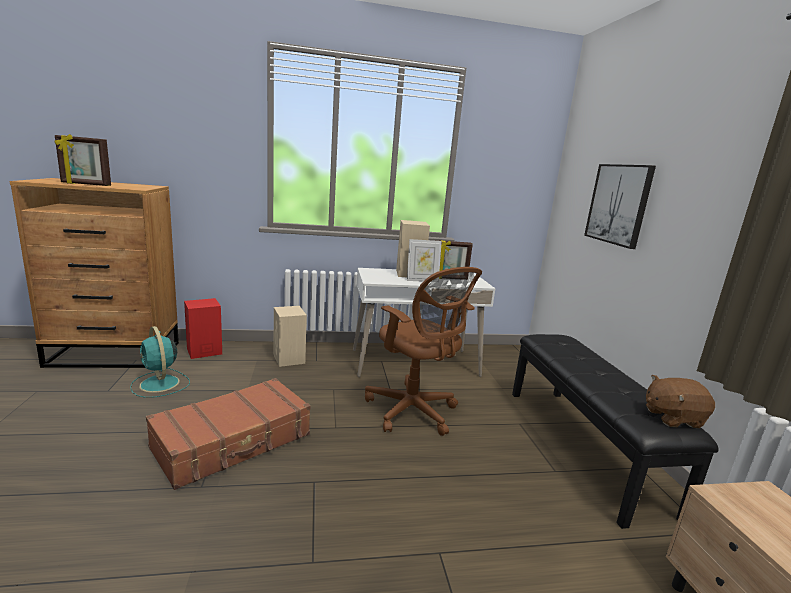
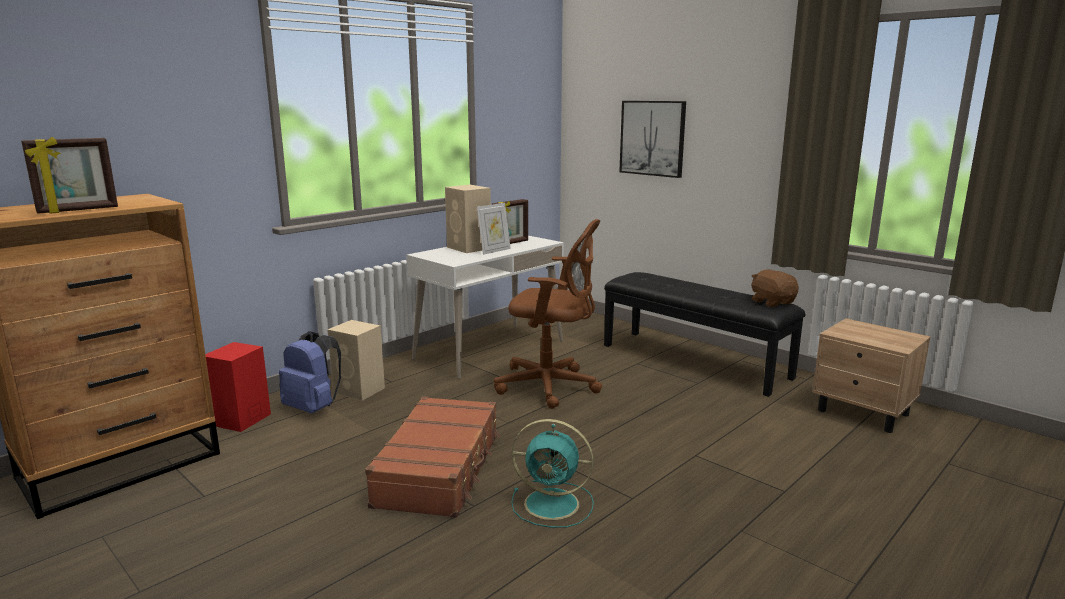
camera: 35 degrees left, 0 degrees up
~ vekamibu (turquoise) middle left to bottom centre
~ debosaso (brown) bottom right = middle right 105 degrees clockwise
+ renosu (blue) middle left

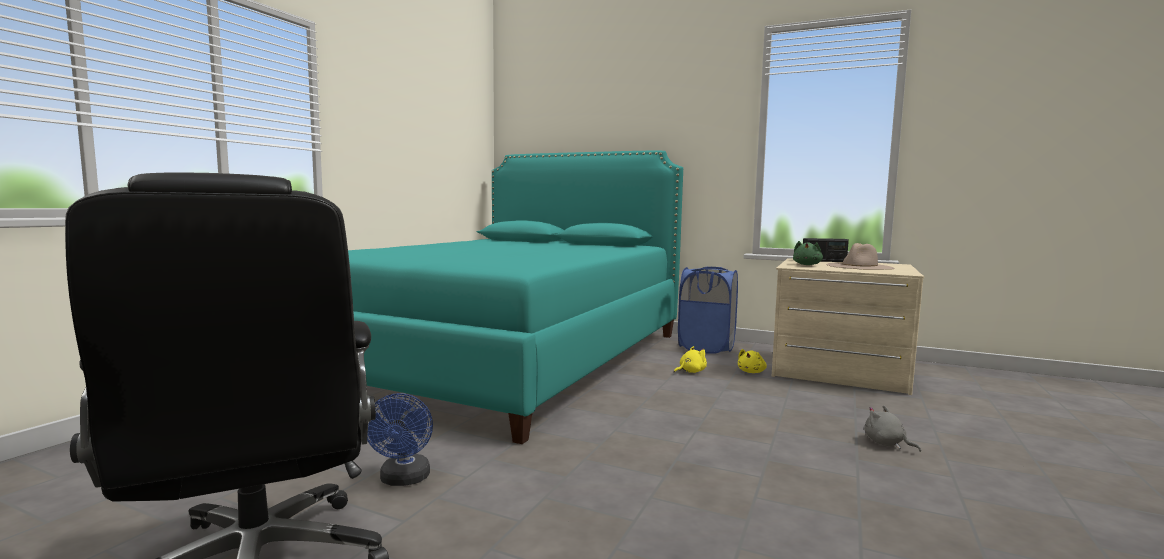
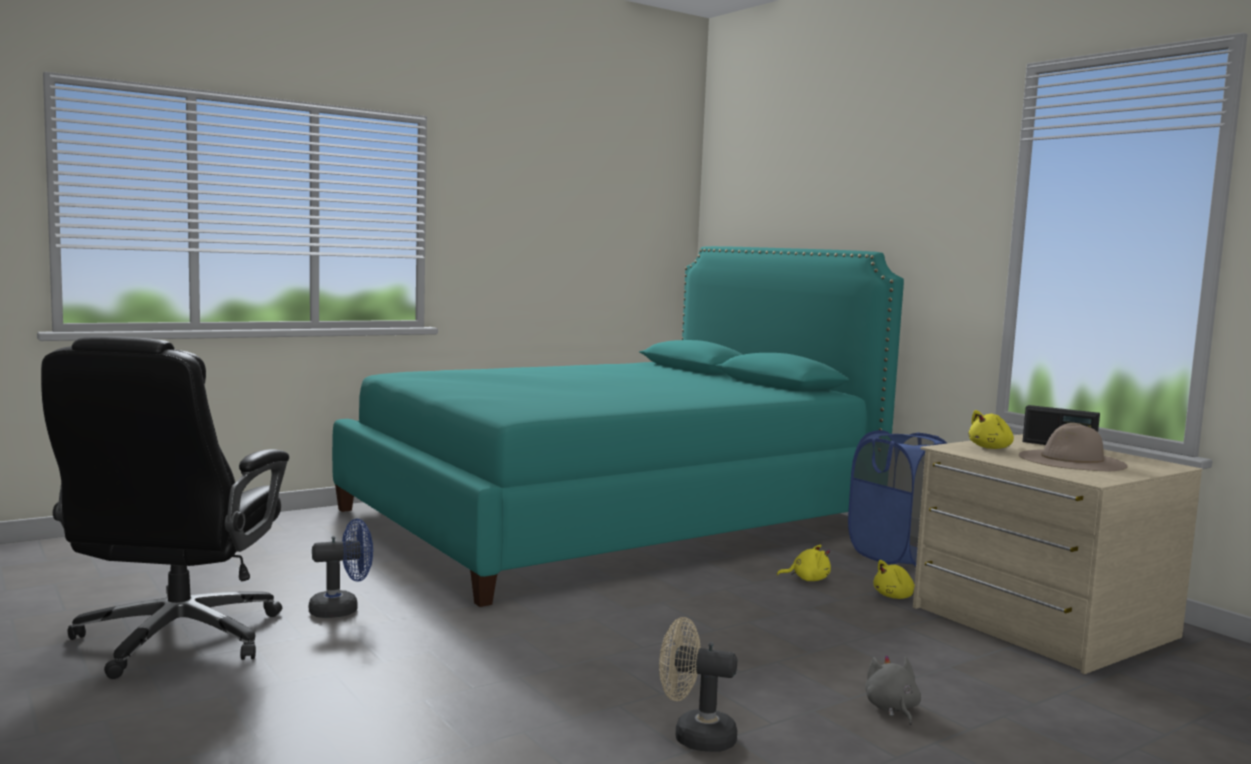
camera: 30 degrees right, 0 degrees up
~ debosaso (green) middle right to debosaso (yellow) (no. 3 from left) middle right
~ vekamibu (blue) bottom centre = bottom left 135 degrees counterclockwise
+ vekamibu (beige) bottom centre

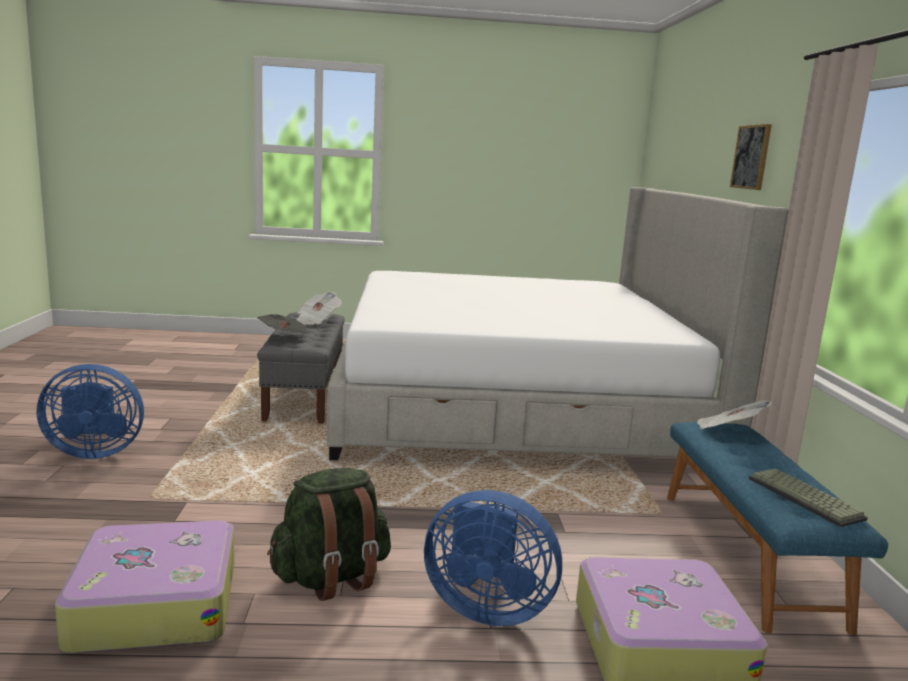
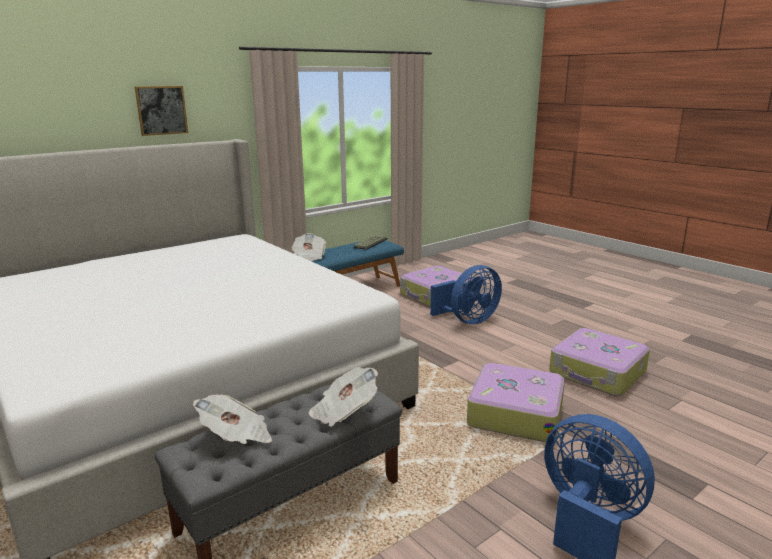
camera: 125 degrees left, 5 degrees up
- renosu (green) bottom centre
~ vekamibu (blue) (no. 2 from left in the first image) bottom centre = centre 75 degrees clockwise
+ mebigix (no. 2 from left) bottom right

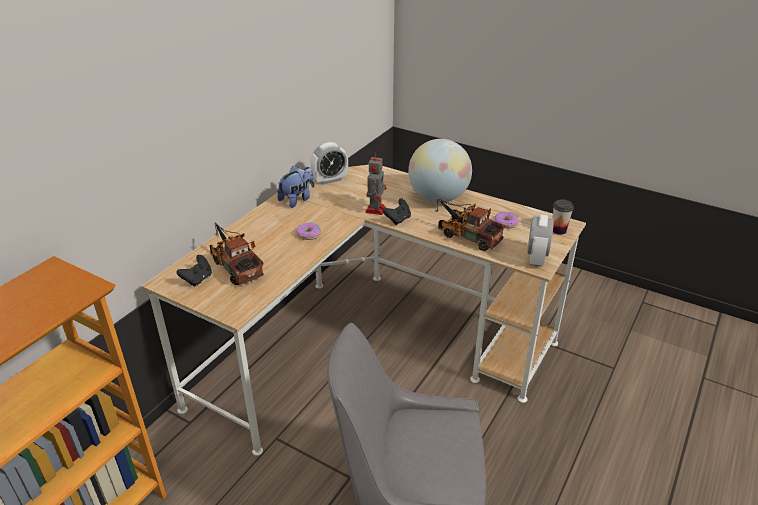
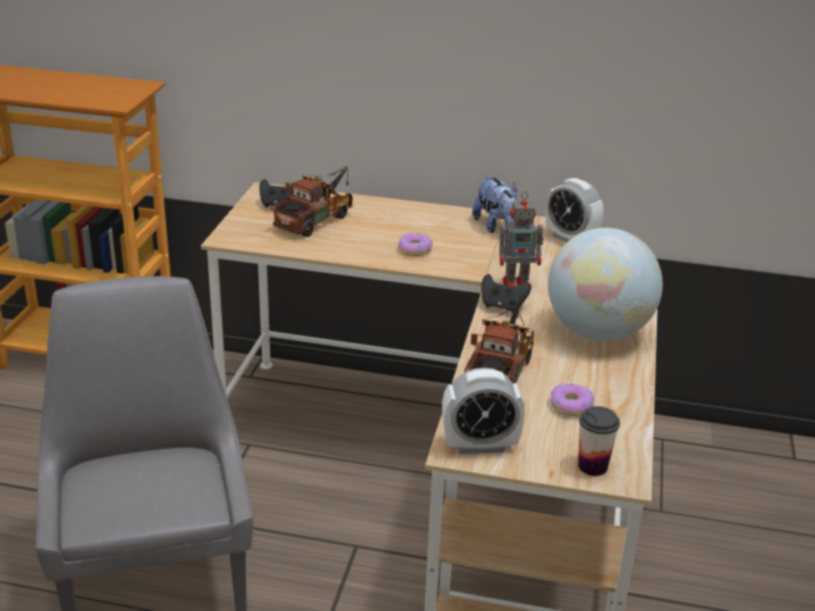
camera: 70 degrees right, 5 degrees down
~ debosaso centre = centre 45 degrees clockwise

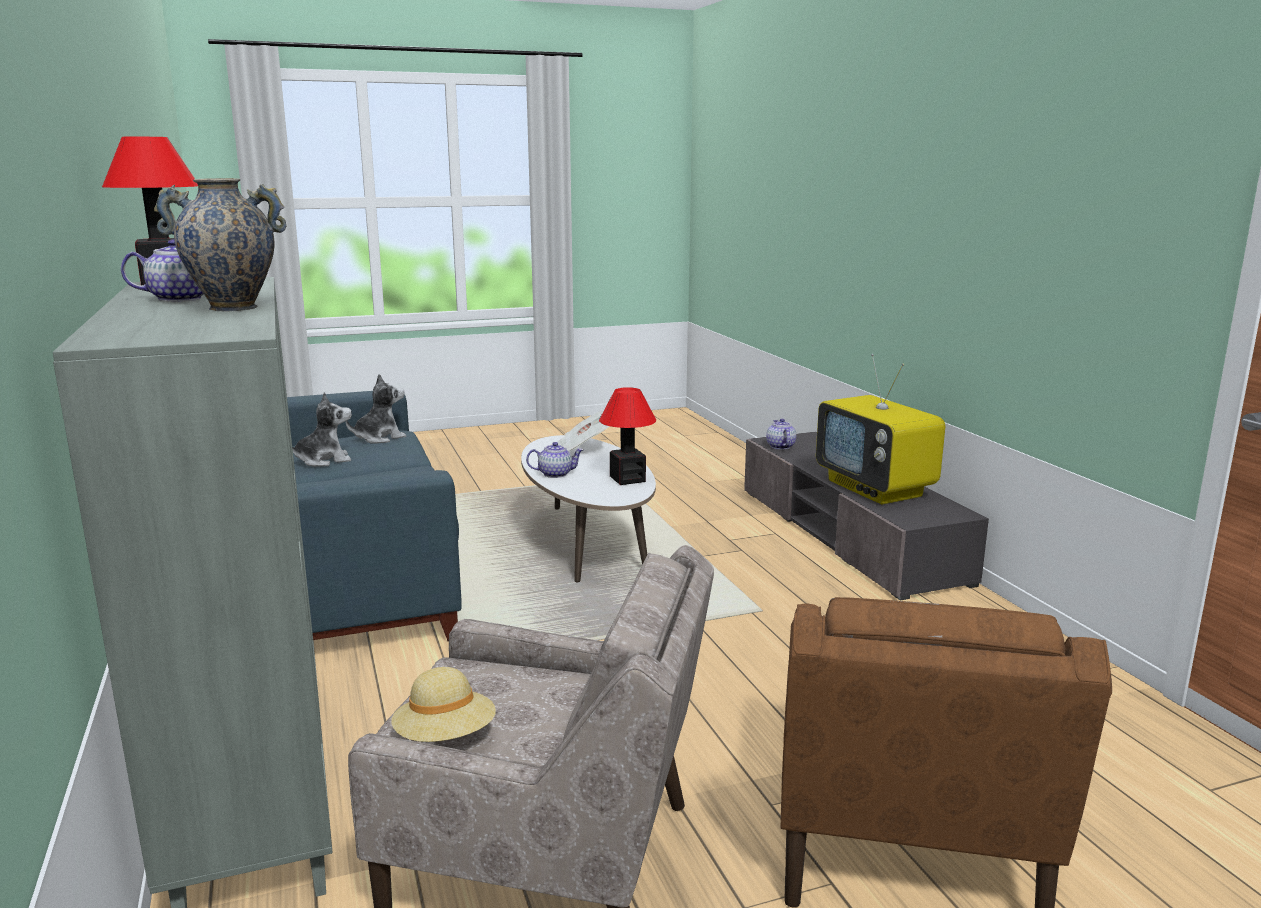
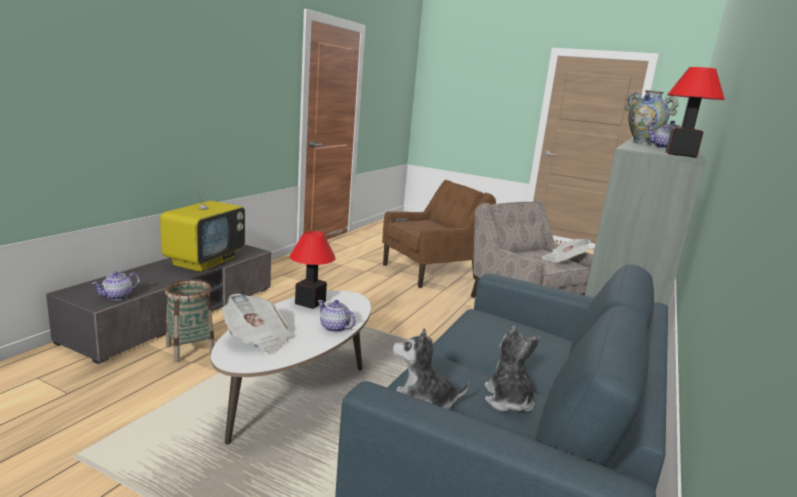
camera: 135 degrees left, 0 degrees up
~ debosaso (no. 1 from left in the first image) middle left = bottom centre 60 degrees clockwise
~ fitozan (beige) bottom centre to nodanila (no. 2 from left) middle right
+ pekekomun middle left

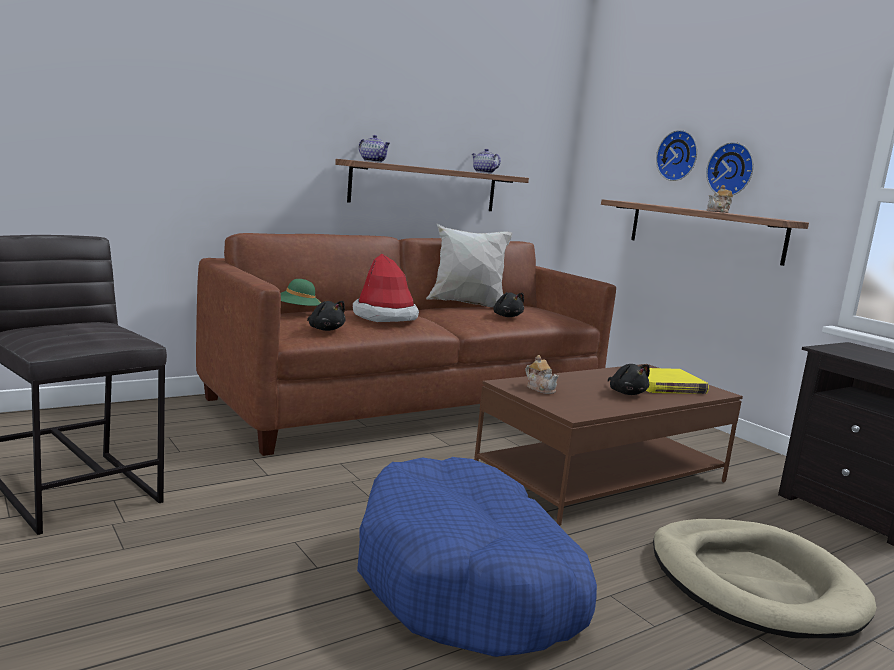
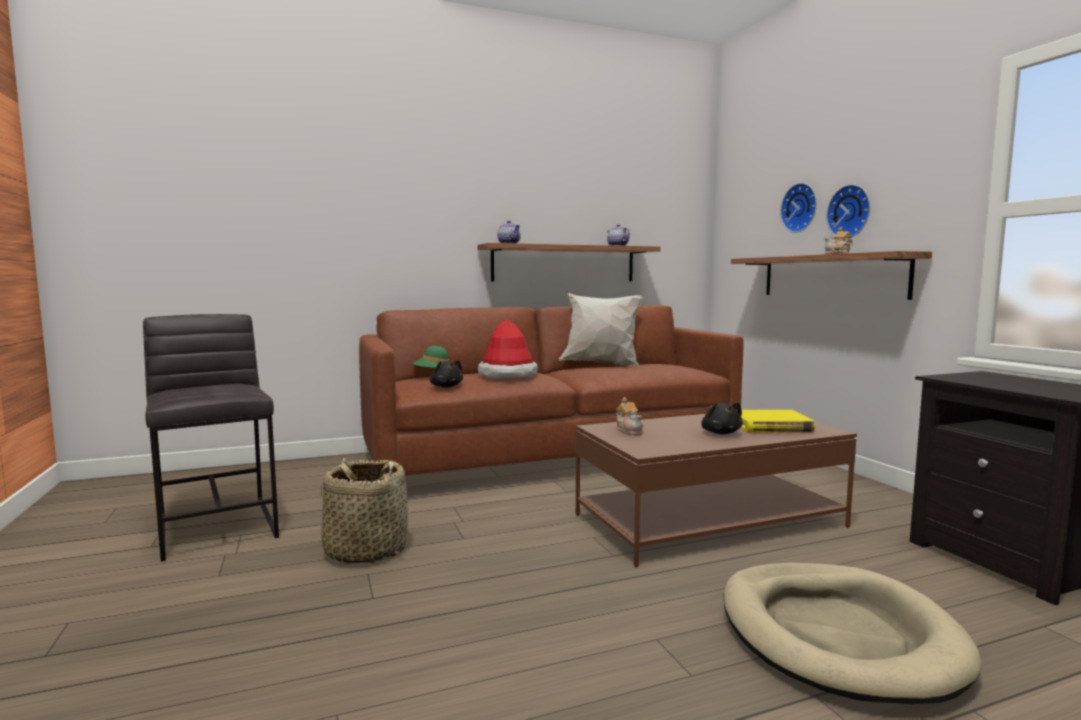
camera: 15 degrees right, 5 degrees down
- debosaso (black) (no. 2 from left) centre
- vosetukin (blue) bottom centre
+ pekekomun bottom centre

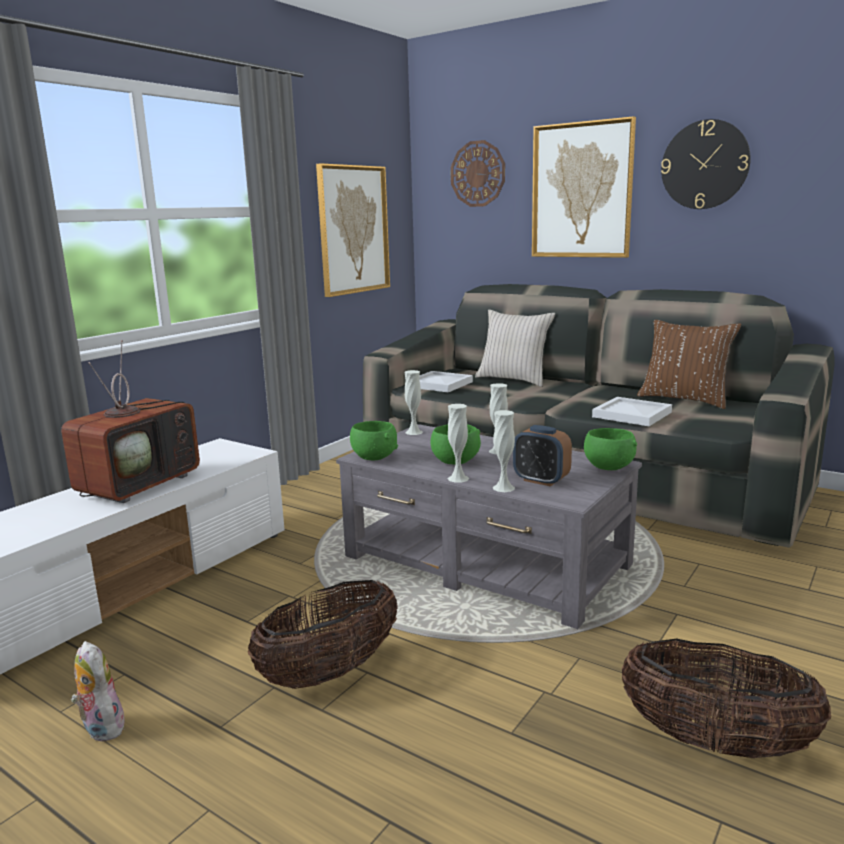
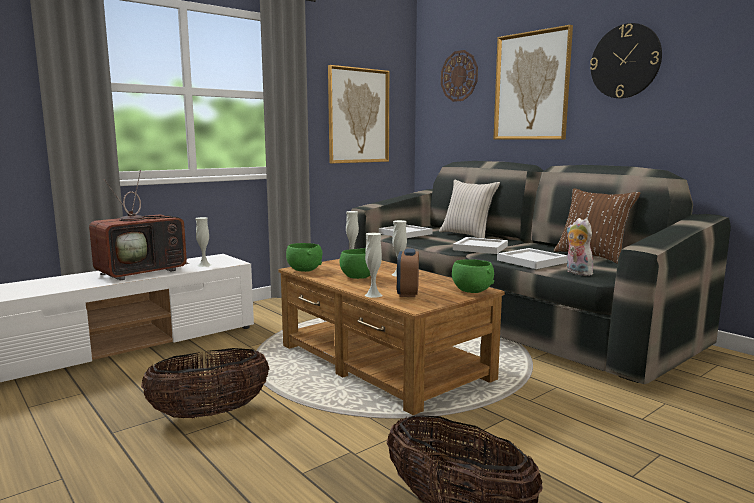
camera: 15 degrees right, 5 degrees down
~ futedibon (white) (no. 2 from left in the first image) centre to futedibon (white) (no. 1 from left) middle left
~ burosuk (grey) centre to burosuk (brown) bottom centre
~ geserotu centre = centre 45 degrees clockwise
~ debosaso bottom left to middle right
+ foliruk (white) (no. 2 from left) centre

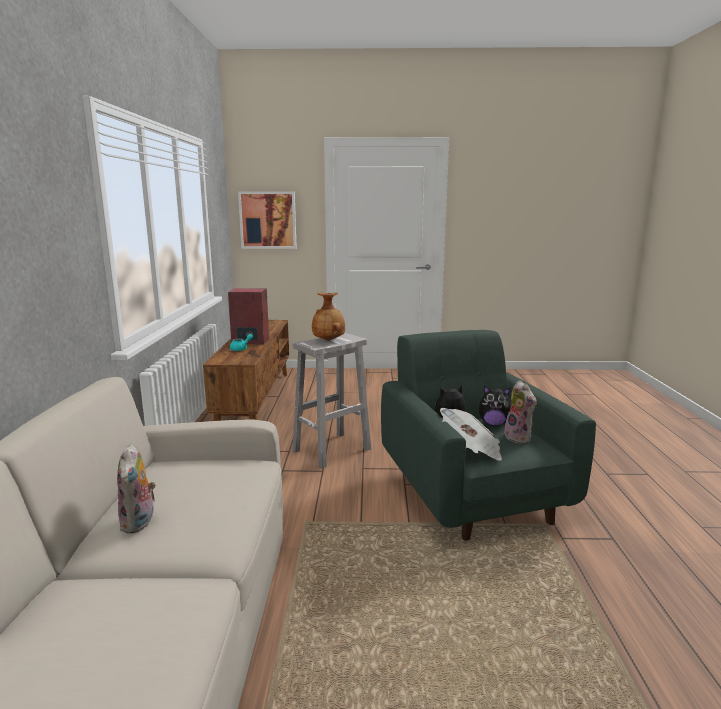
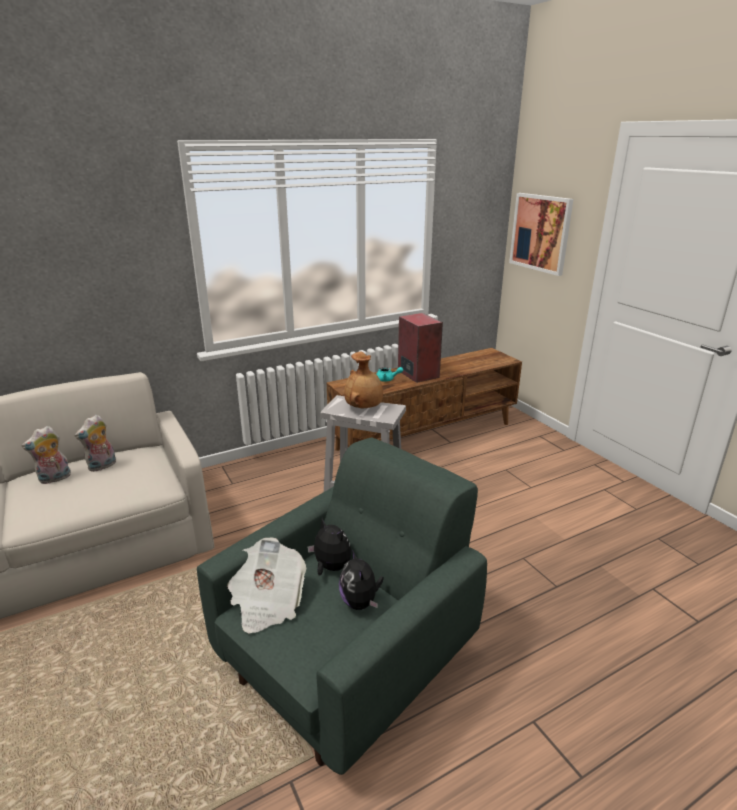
camera: 60 degrees right, 10 degrees up
~ debosaso (no. 4 from left in the first image) middle right to debosaso (no. 2 from left) middle left

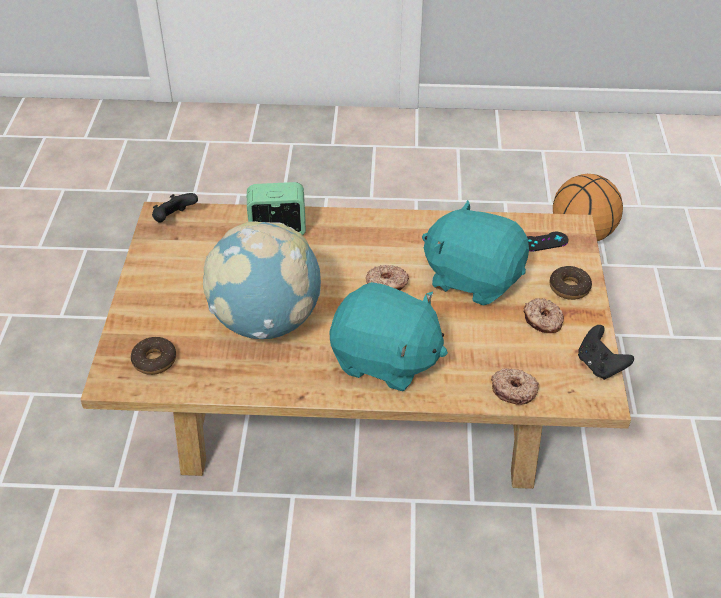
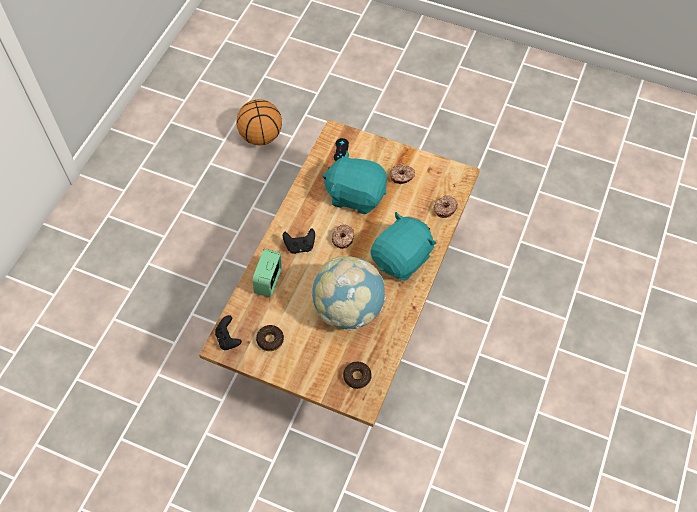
camera: 70 degrees left, 15 degrees up
~ debosaso (turquoise) (no. 2 from left in the first image) centre = centre 60 degrees clockwise
~ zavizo (no. 5 from left in the first image) middle right to zavizo (no. 1 from left) centre
~ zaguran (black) (no. 3 from left in the first image) middle right to zaguran (black) (no. 2 from left) centre

